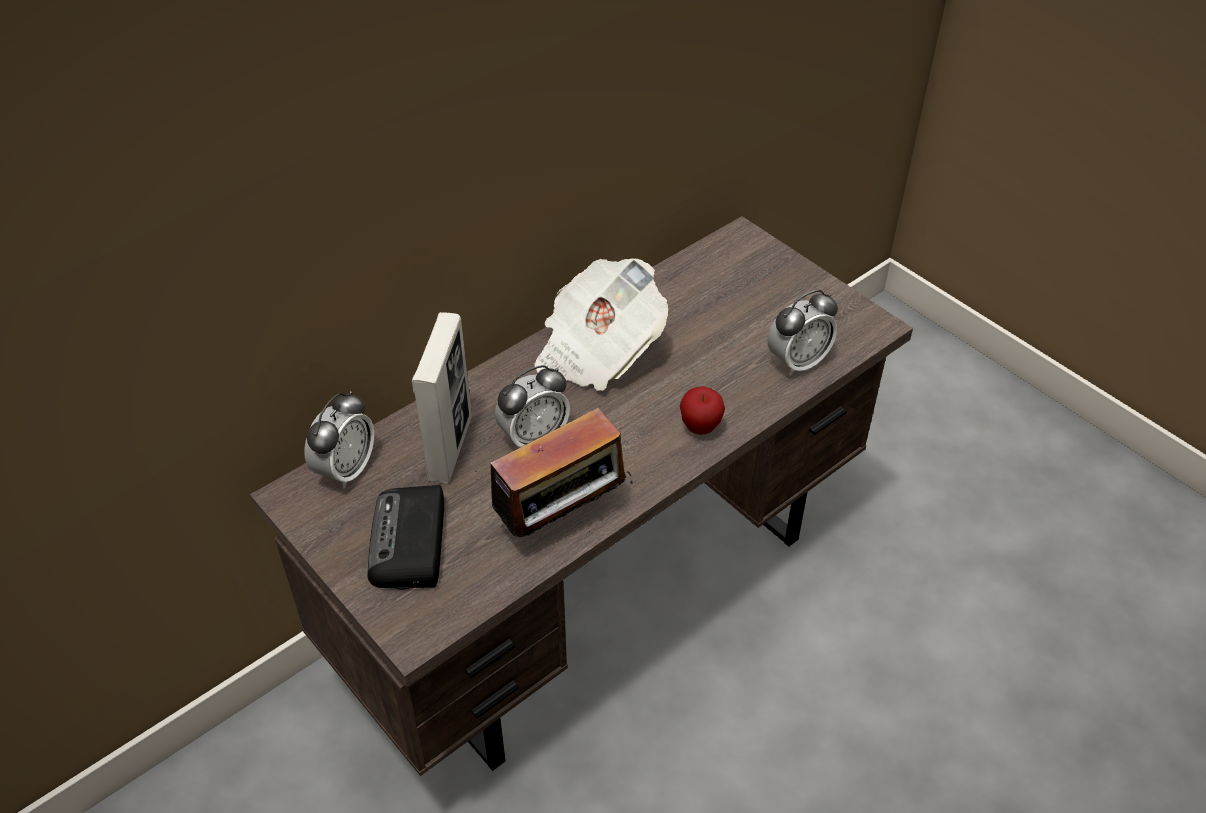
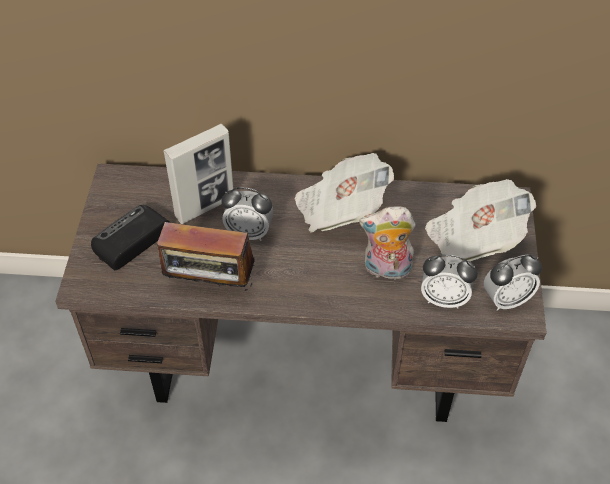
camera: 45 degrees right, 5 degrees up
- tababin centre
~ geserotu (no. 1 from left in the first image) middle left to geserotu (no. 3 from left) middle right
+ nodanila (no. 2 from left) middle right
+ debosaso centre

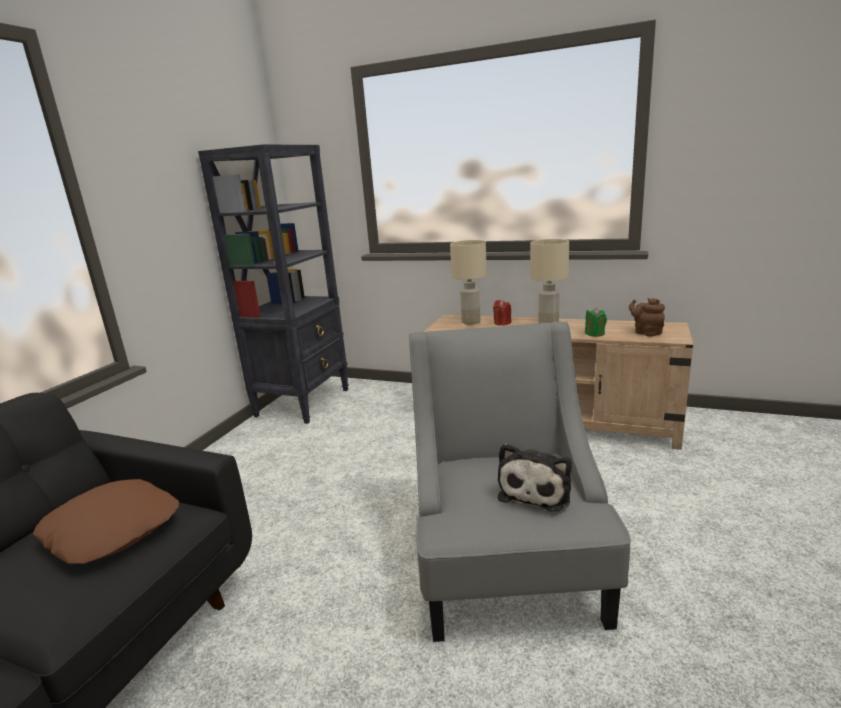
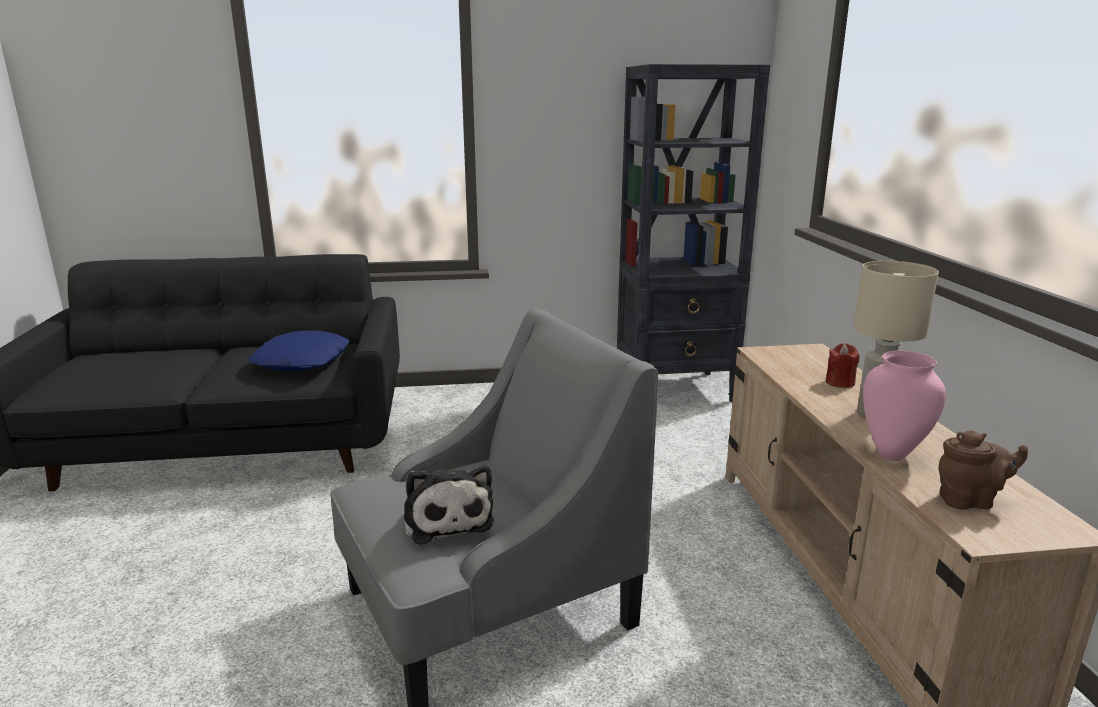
camera: 60 degrees right, 0 degrees up
- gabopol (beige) (no. 1 from left) centre
~ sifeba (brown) middle right = middle right 60 degrees clockwise
~ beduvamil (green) middle right to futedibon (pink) middle right
~ debosaso bottom centre = bottom centre 105 degrees counterclockwise
~ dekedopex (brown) bottom left to dekedopex (blue) middle left

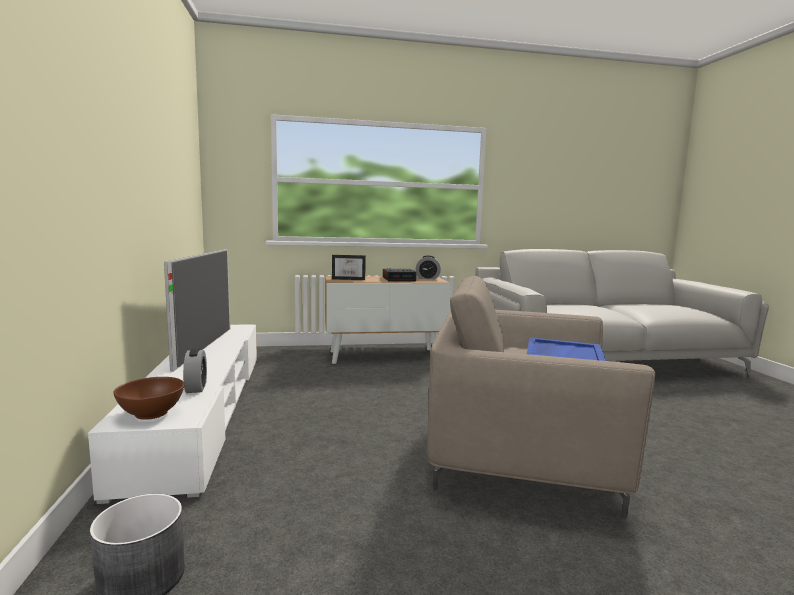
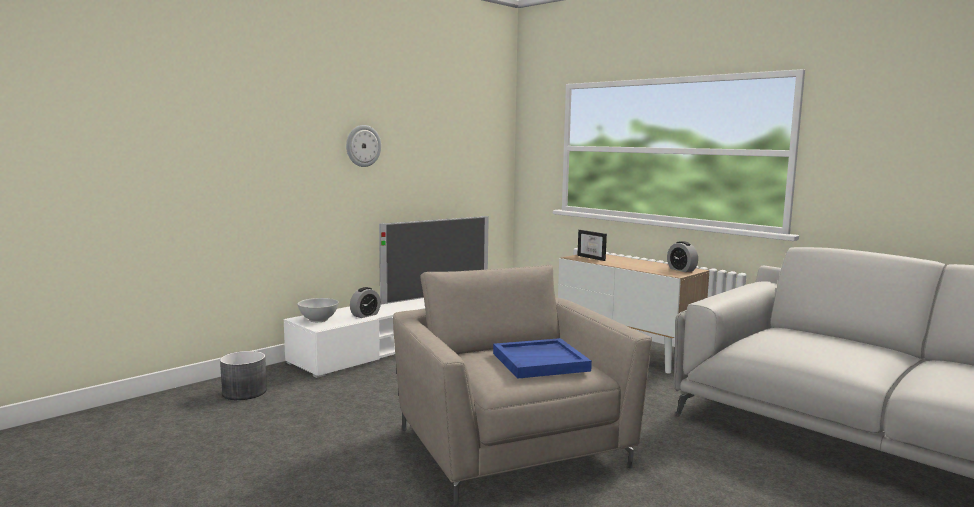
camera: 55 degrees right, 0 degrees up
- geserotu (no. 2 from left) centre
~ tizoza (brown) bottom left to tizoza (white) middle left
+ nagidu top centre

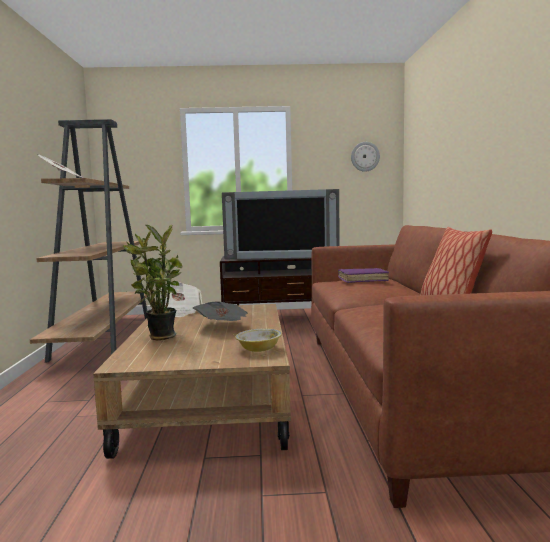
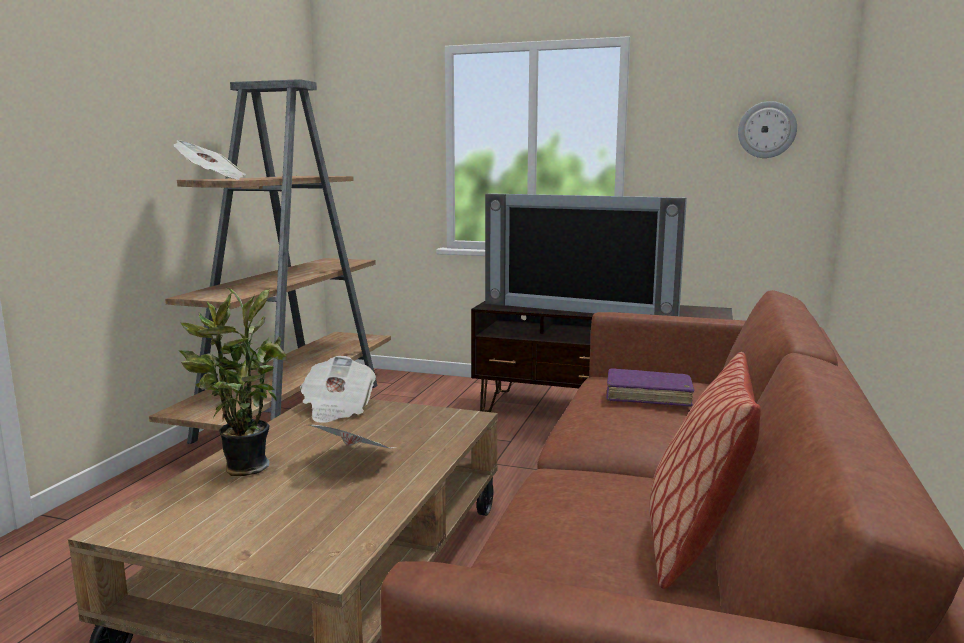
camera: 20 degrees right, 5 degrees up
- tizoza centre

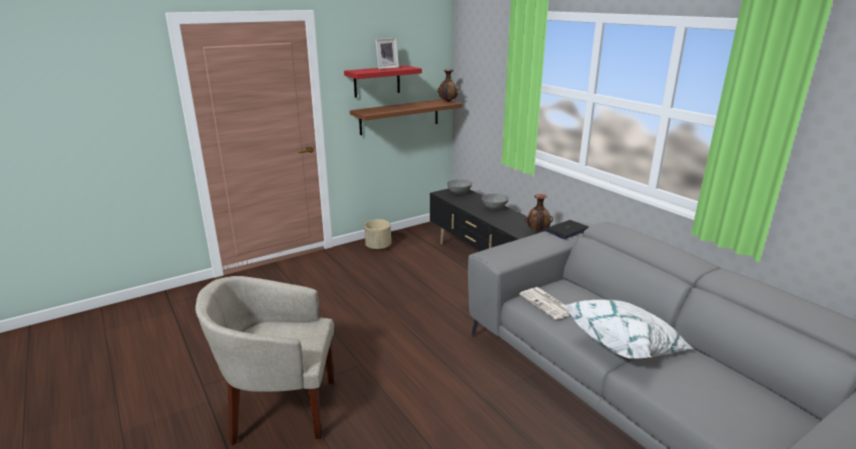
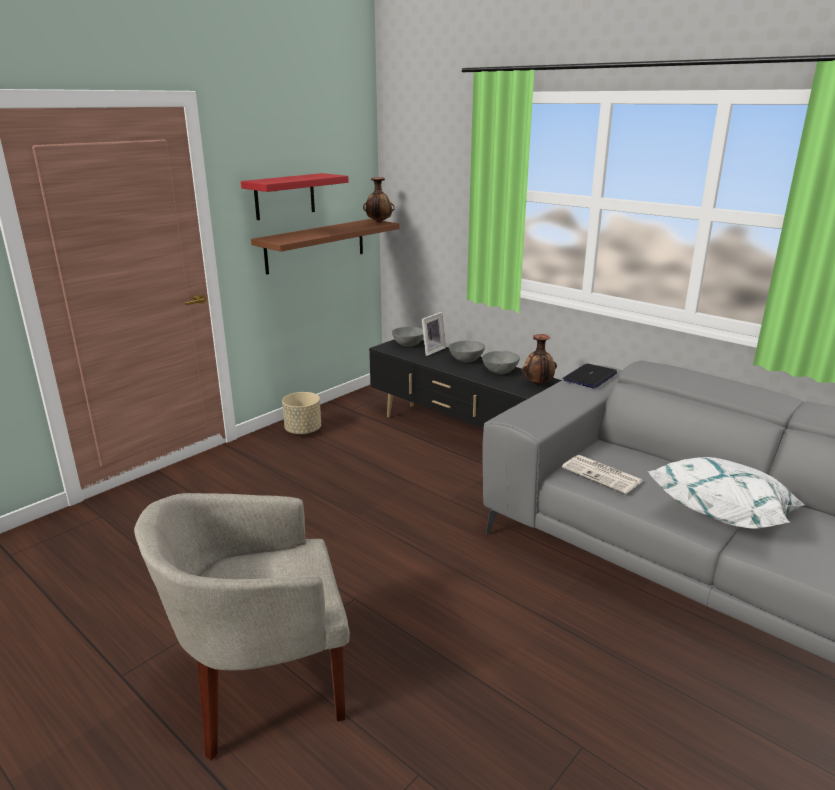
camera: 15 degrees left, 0 degrees up
~ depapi top centre to centre
+ tizoza (grey) (no. 3 from left) centre

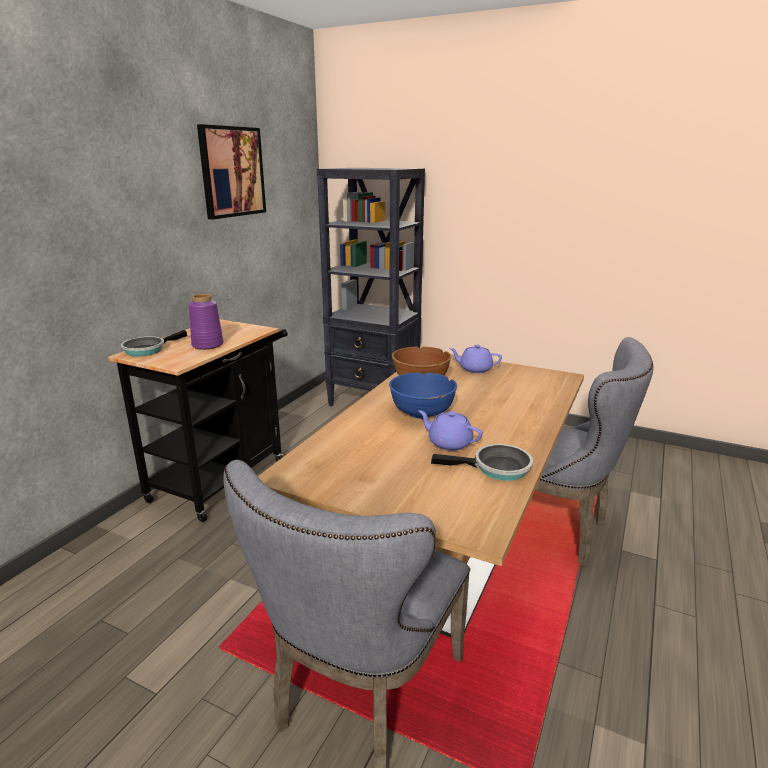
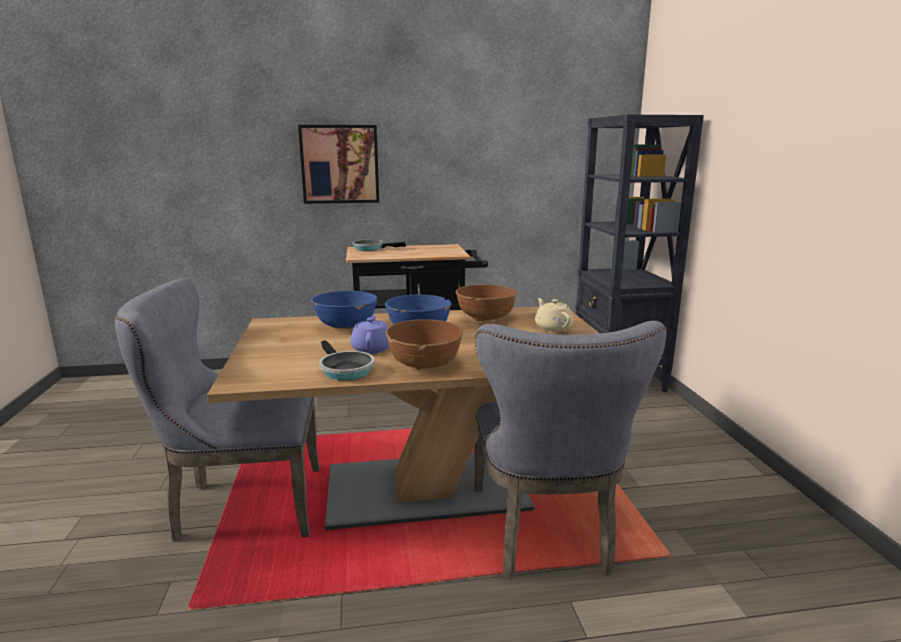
camera: 55 degrees right, 5 degrees down
~ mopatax top left to top centre
- futedibon (purple) middle left
~ sifeba (purple) (no. 2 from left) centre to sifeba (beige) centre
+ tizoza (blue) (no. 1 from left) centre
+ tizoza (brown) (no. 1 from left) centre

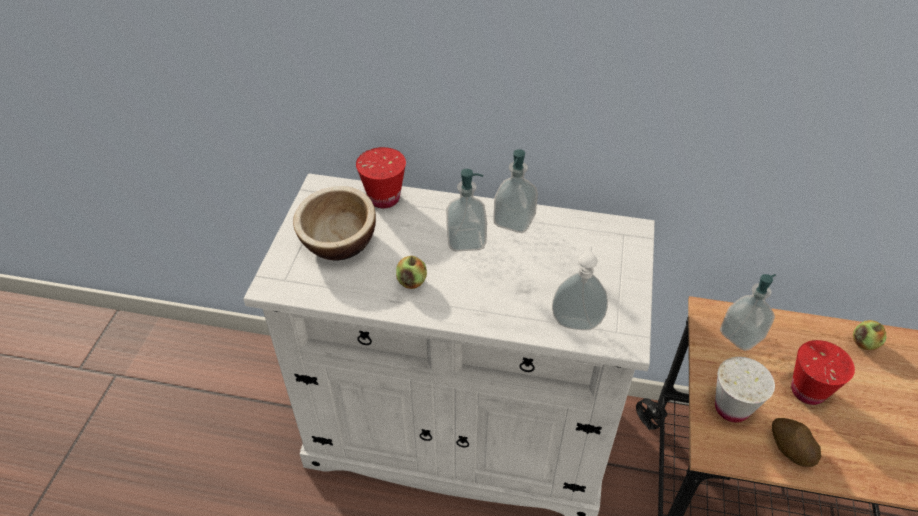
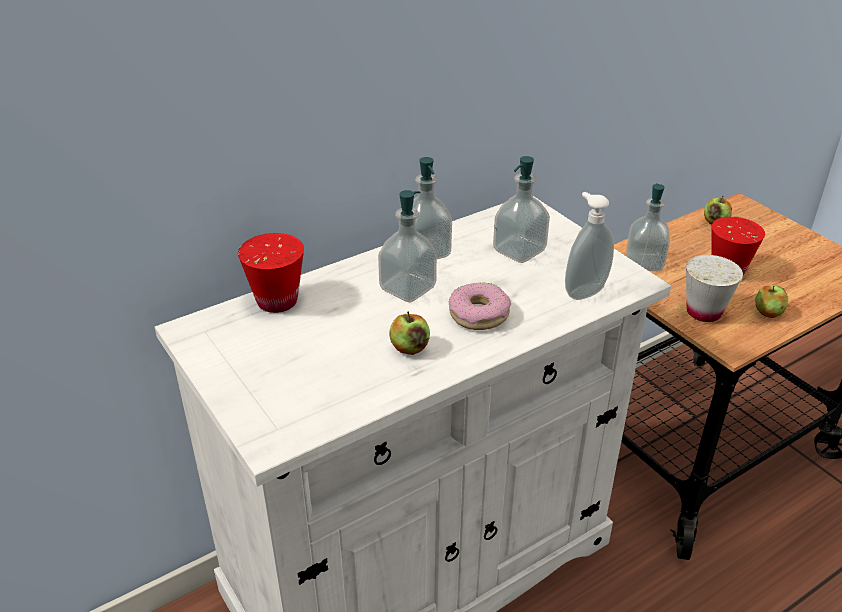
camera: 45 degrees left, 10 degrees down
- tizoza centre
~ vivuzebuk bottom right to tababin (no. 3 from left) middle right
+ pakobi (no. 3 from left) centre
+ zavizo centre

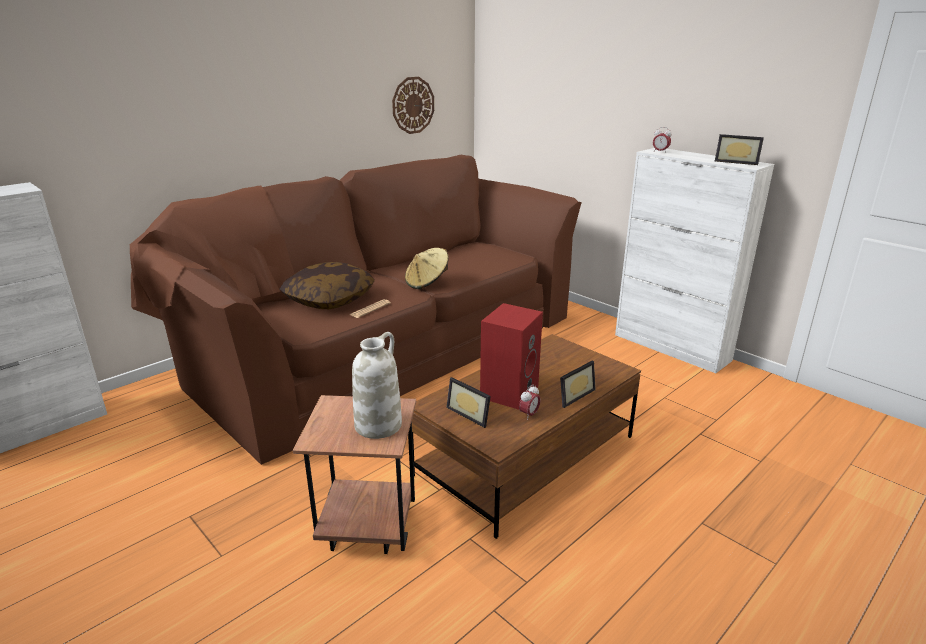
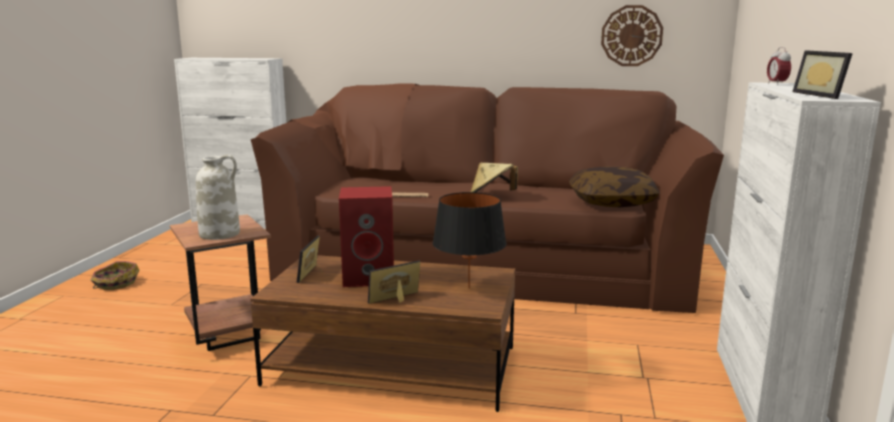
camera: 55 degrees right, 10 degrees down
~ dekedopex centre to middle right
~ depapi (no. 2 from left) centre = bottom centre 135 degrees clockwise
- geserotu (no. 1 from left) centre
+ gabopol (black) centre
+ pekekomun middle left

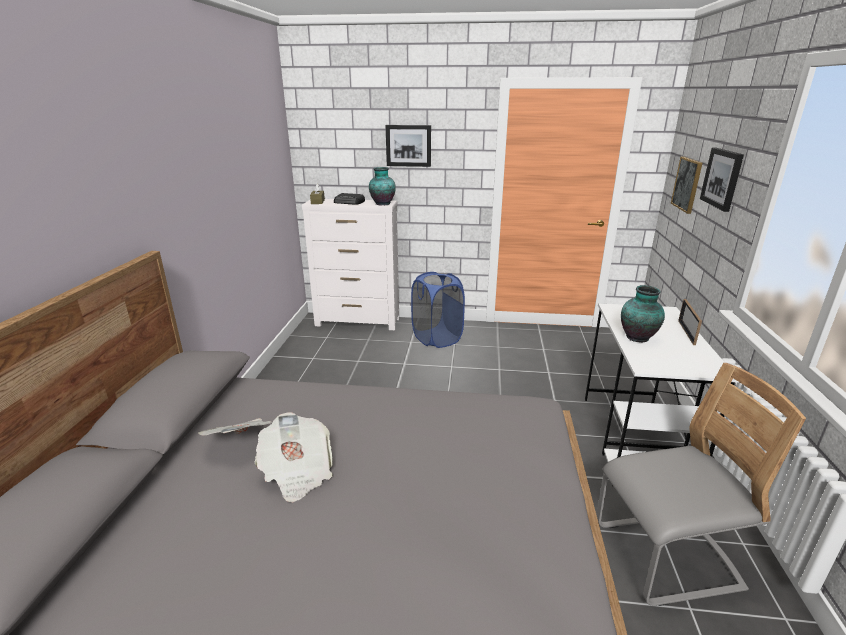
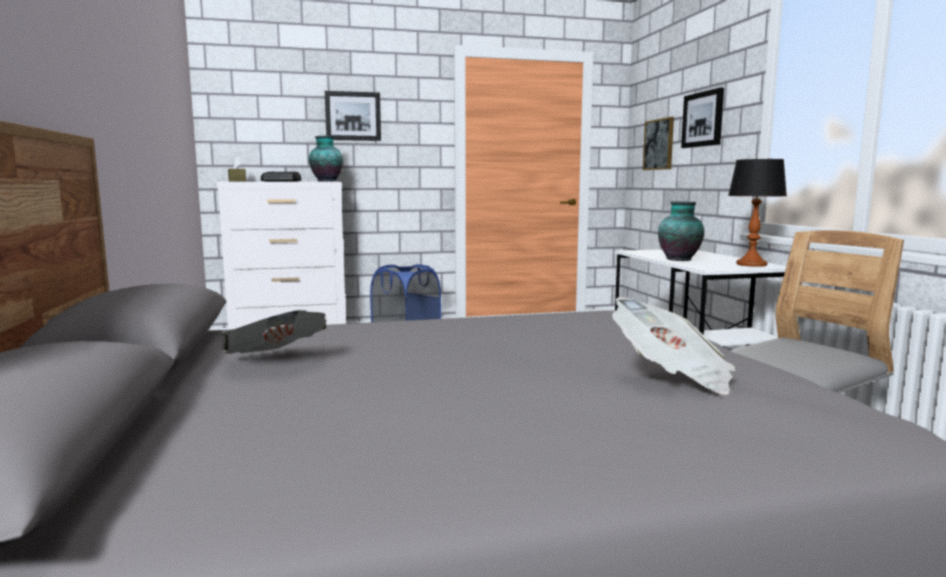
camera: 20 degrees left, 15 degrees down
- depapi middle right
~ nodanila (no. 2 from left) bottom centre to middle right
+ gabopol middle right

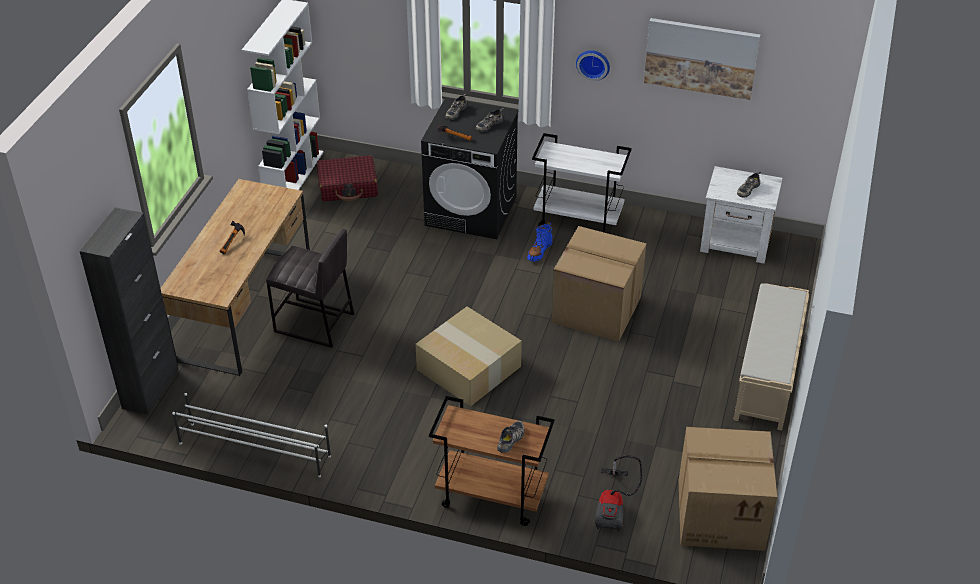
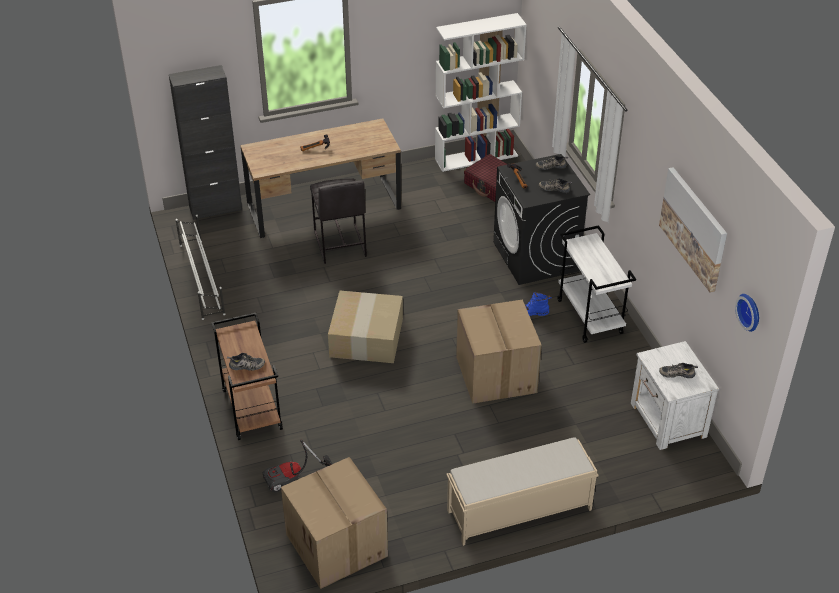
camera: 55 degrees right, 0 degrees up
~ nagidu top centre to middle right

